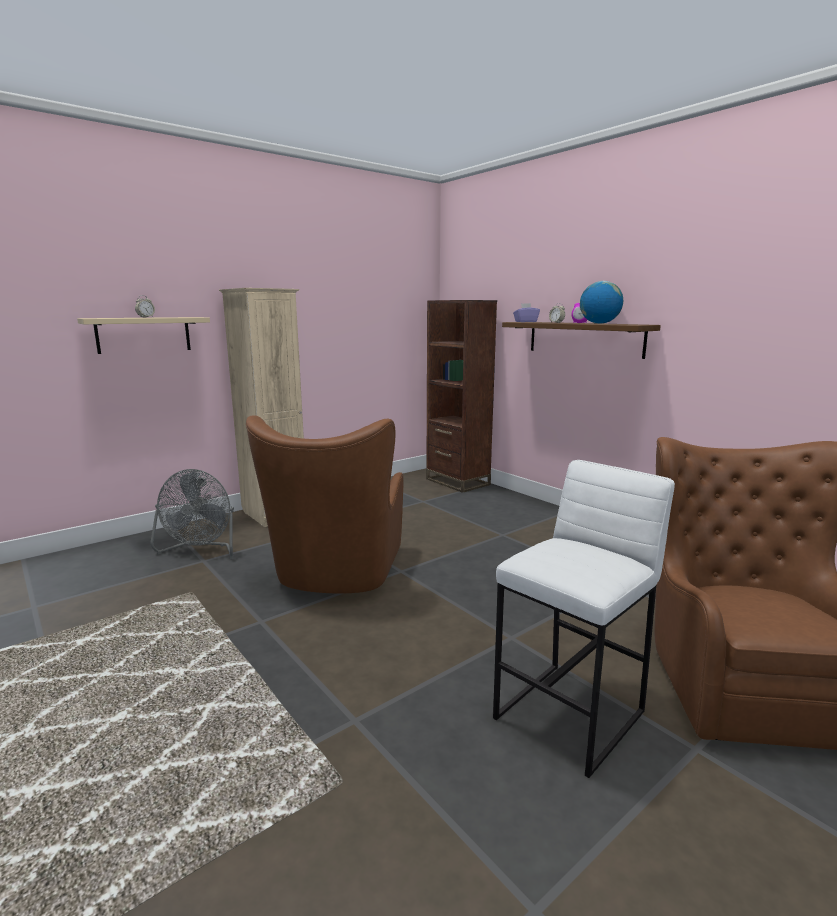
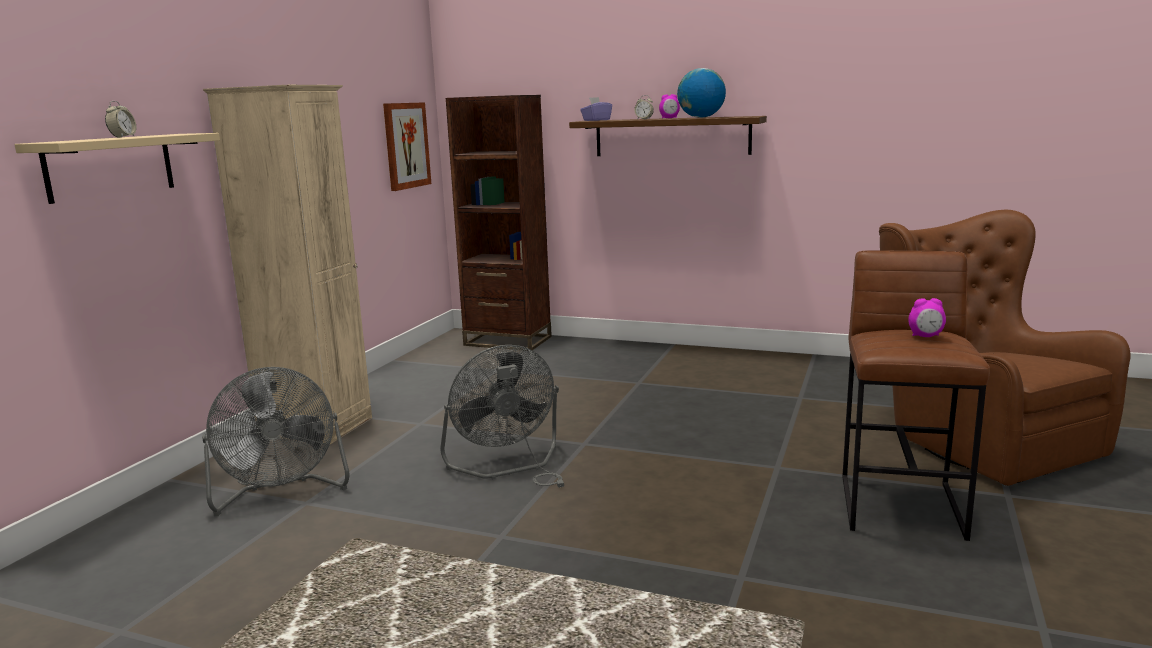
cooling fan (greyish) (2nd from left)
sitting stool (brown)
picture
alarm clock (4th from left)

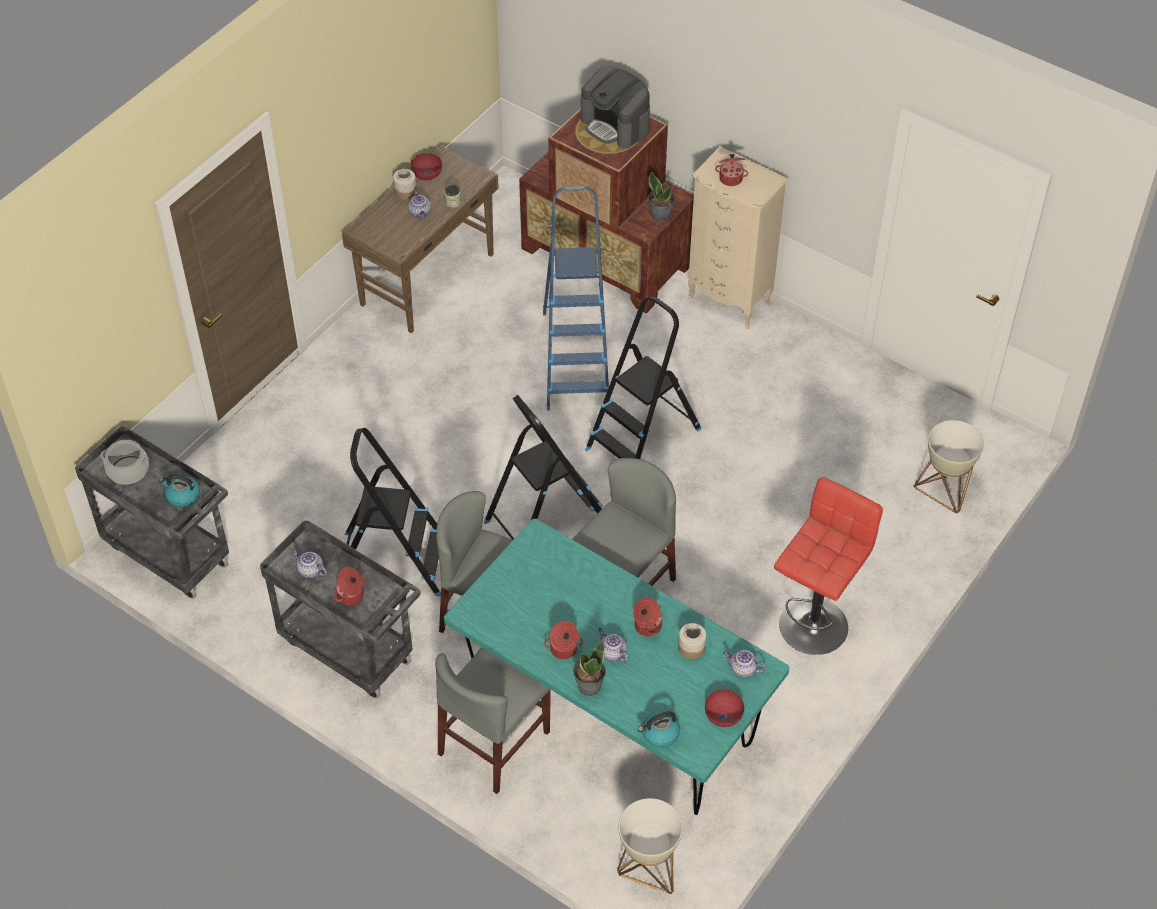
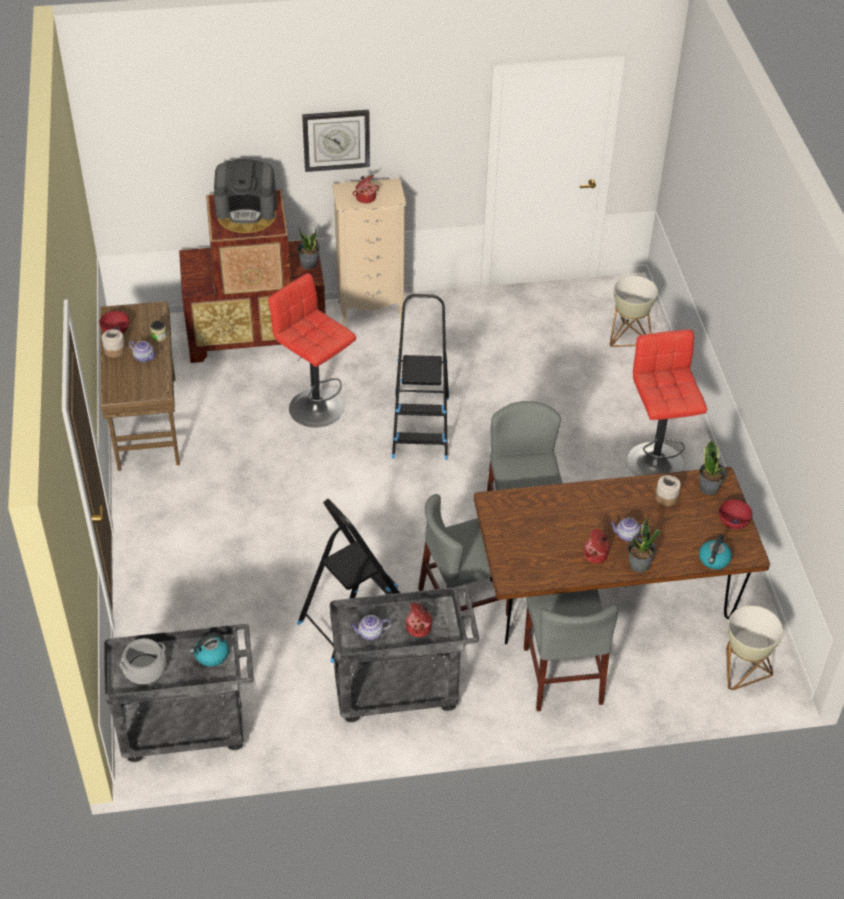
dining table (brown)
step stool (black) (2nd from left in the first image)
sitting stool (red) (1st from left)
saucepot (4th from left in the first image)
houseplant (3rd from left)
clock on the wall

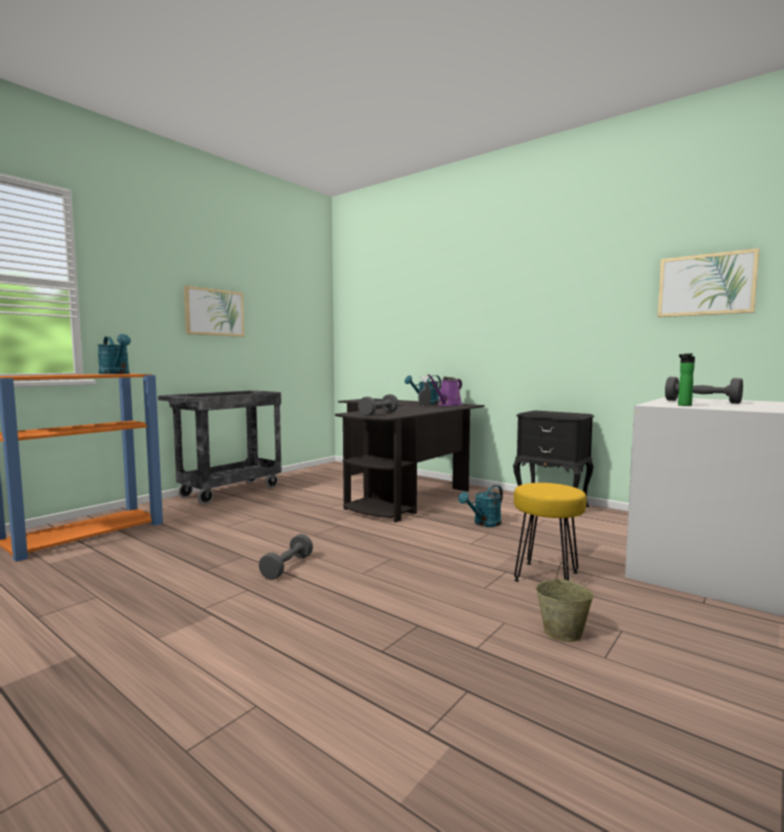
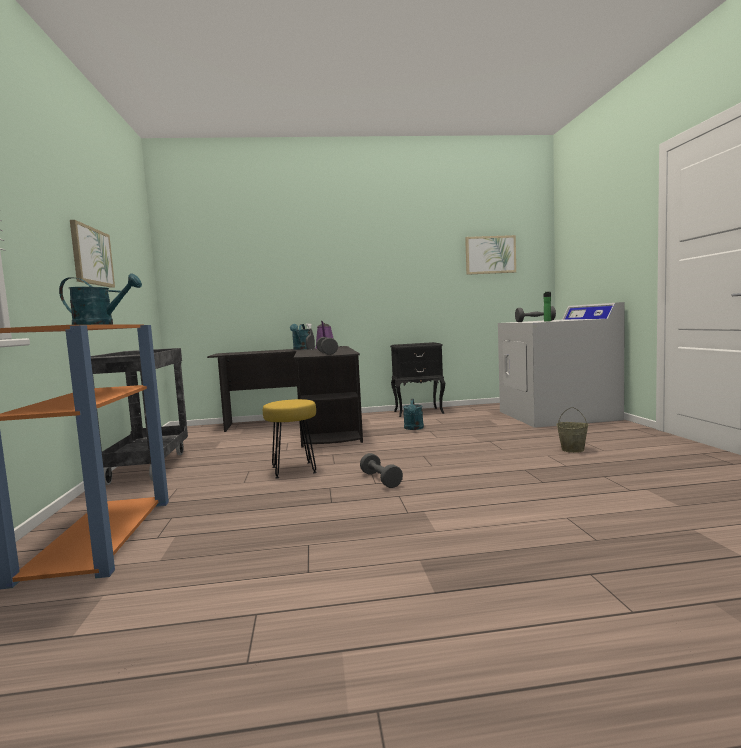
sitting stool (yellowish)

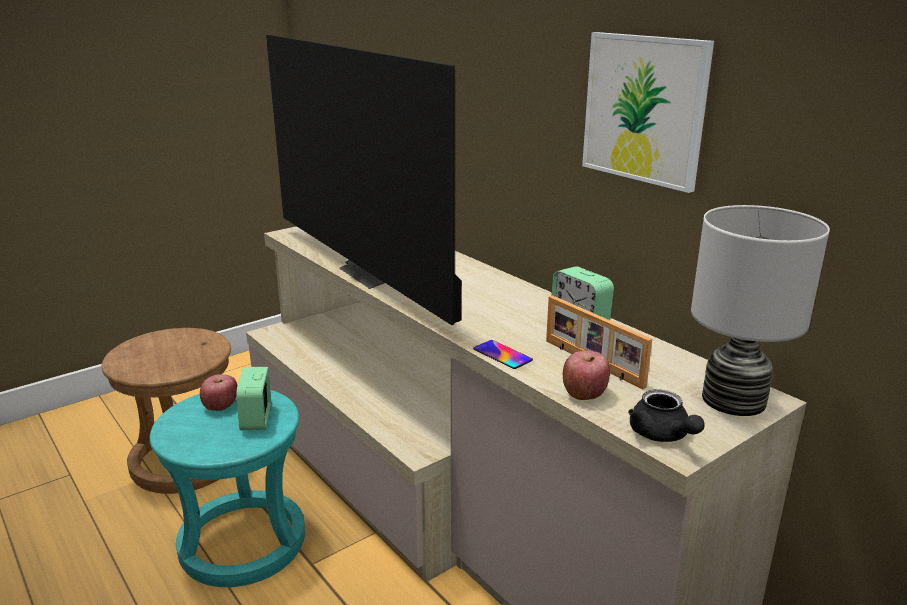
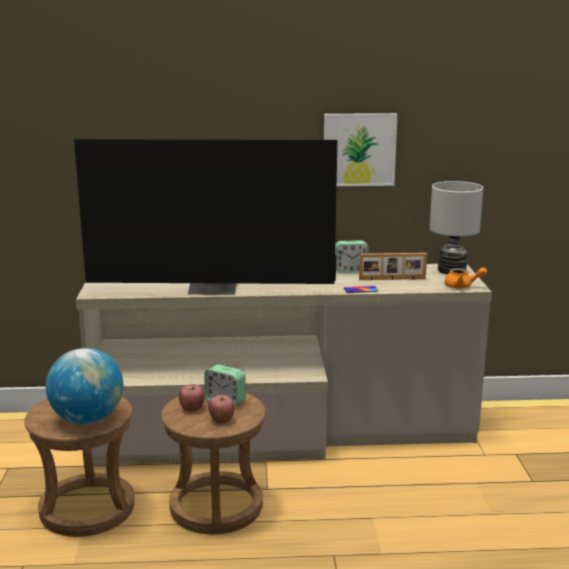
sitting stool (brown) (2nd from left)
whole apple (2nd from left)
pot for tea (orange)
desk globe

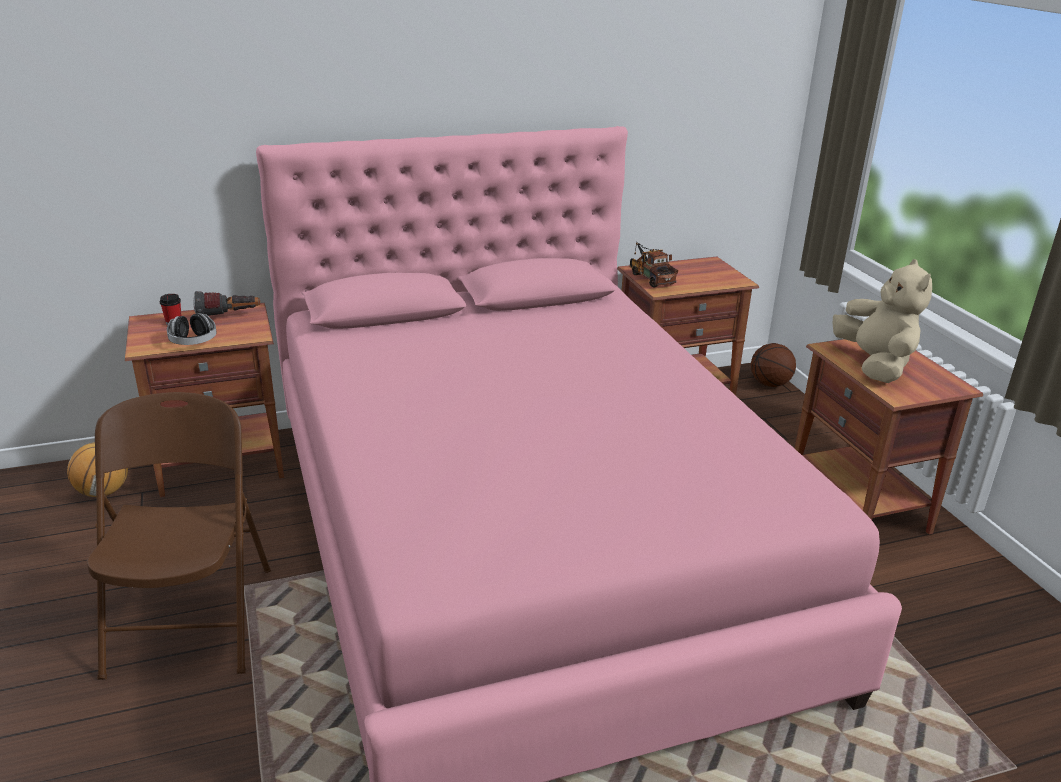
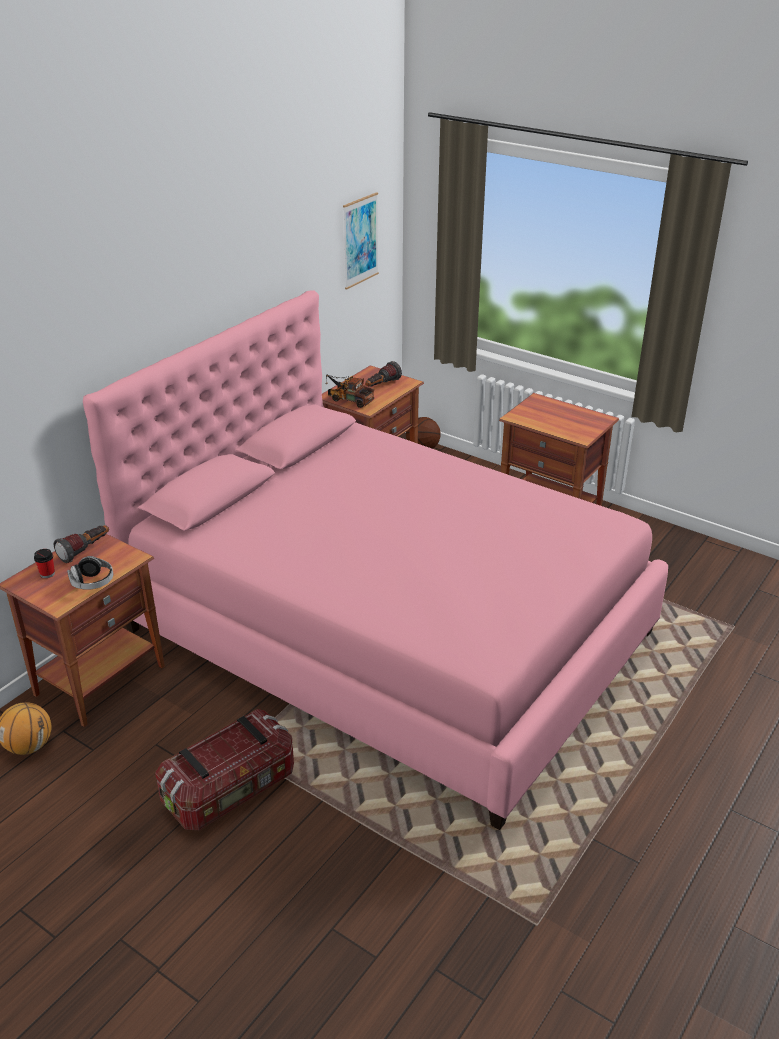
storage container
soft toy (sand-coloured)
picture
flashlight (2nd from left)

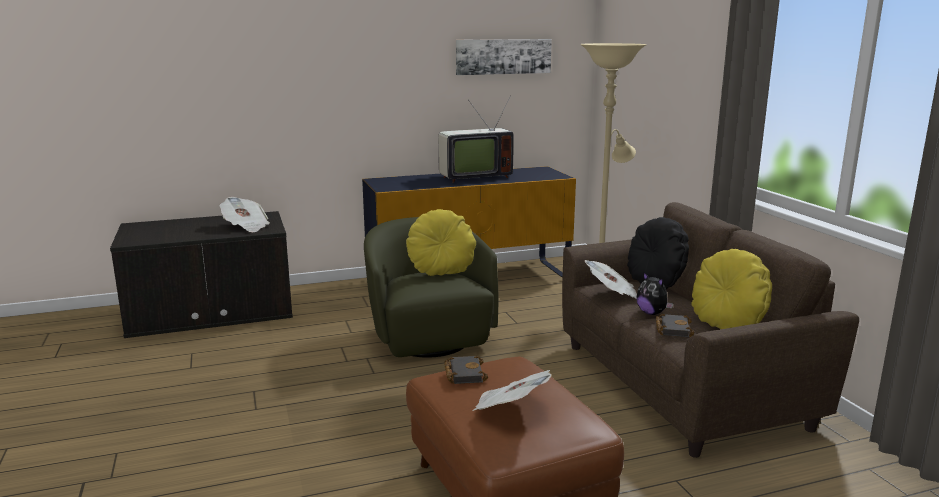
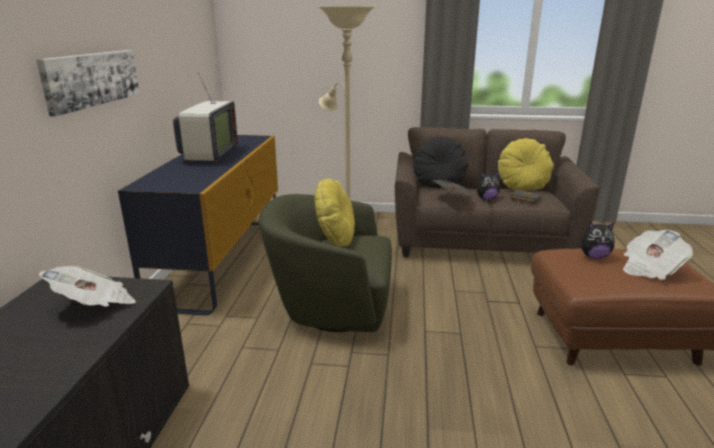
book (black) (1st from left in the first image)
picture
soft toy (2nd from left)

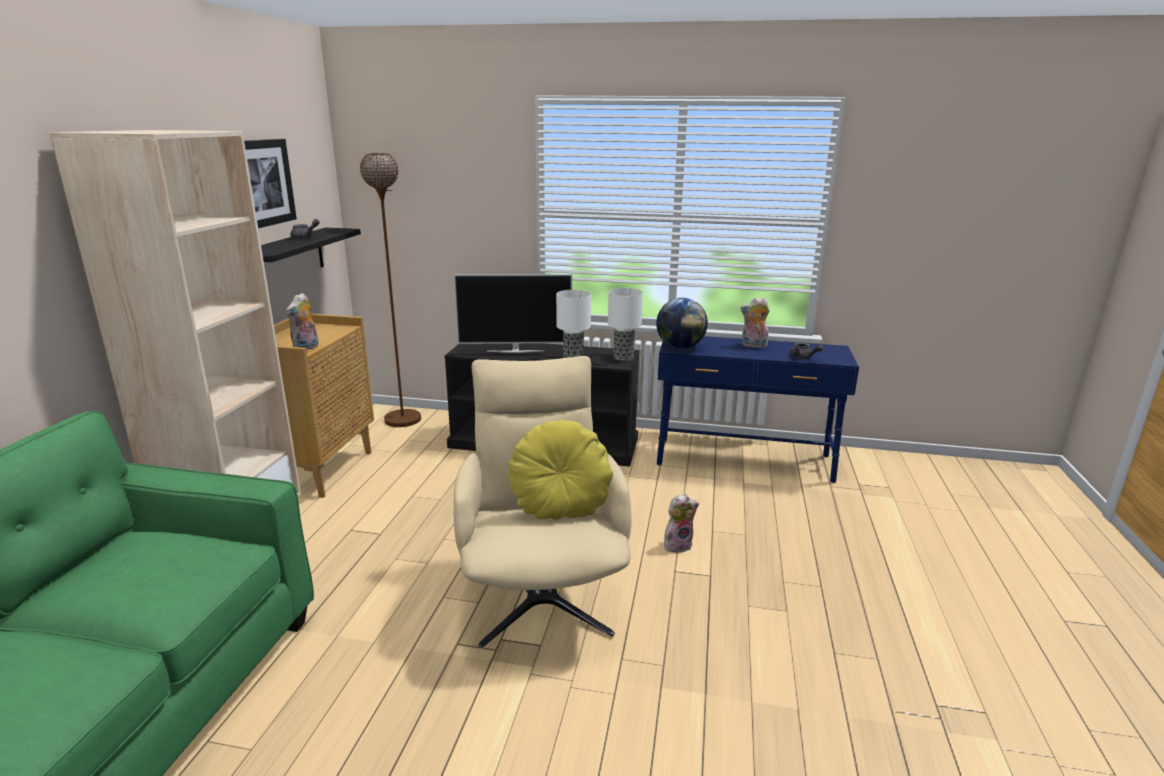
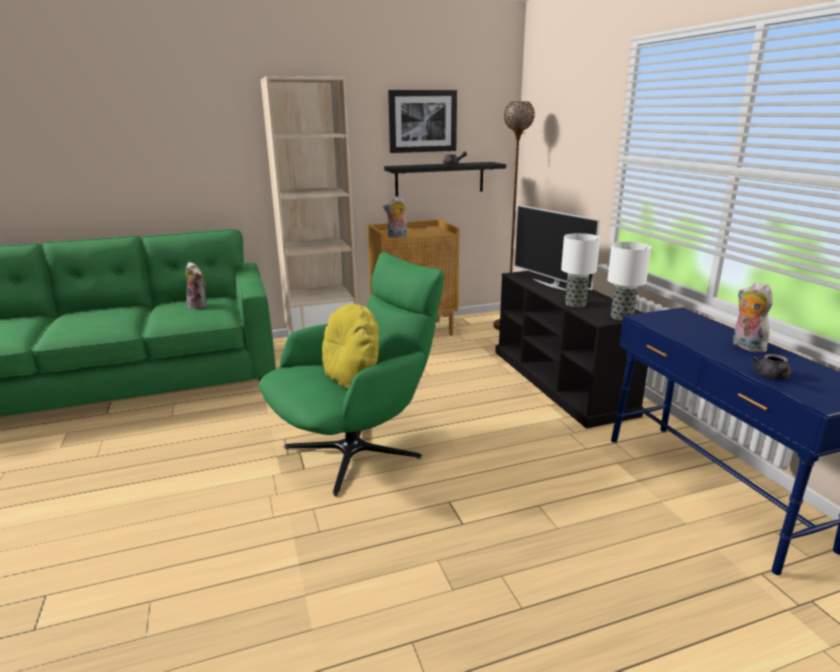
easy chair (green)
desk globe
soft toy (1st from left)

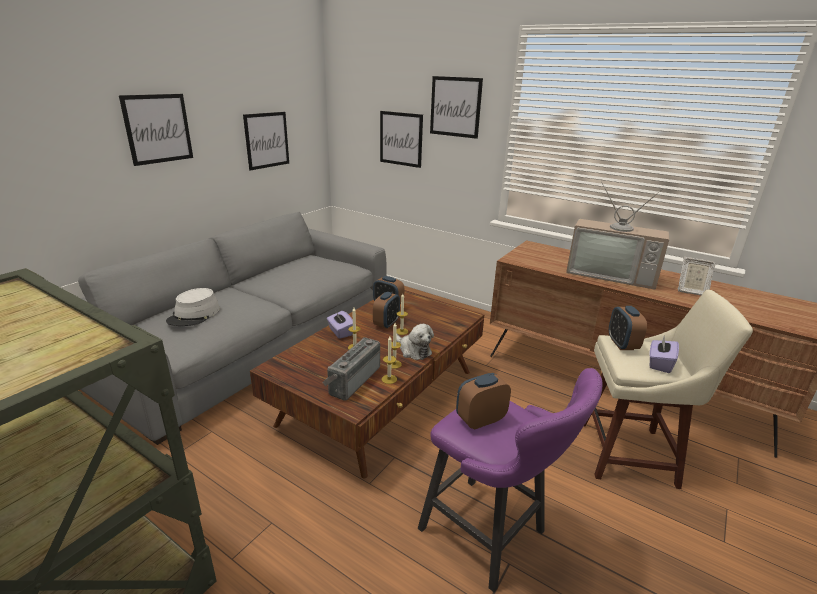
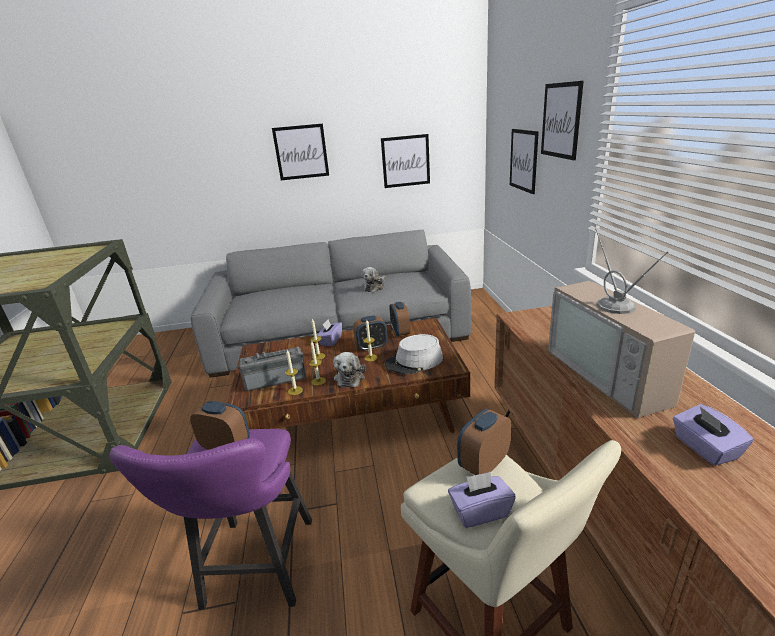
clothing hat (greyish)
box of tissues (purple) (3rd from left)
soft toy (2nd from left)

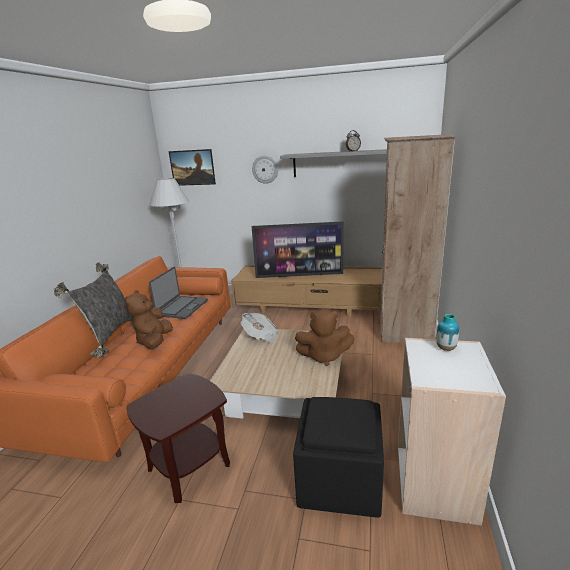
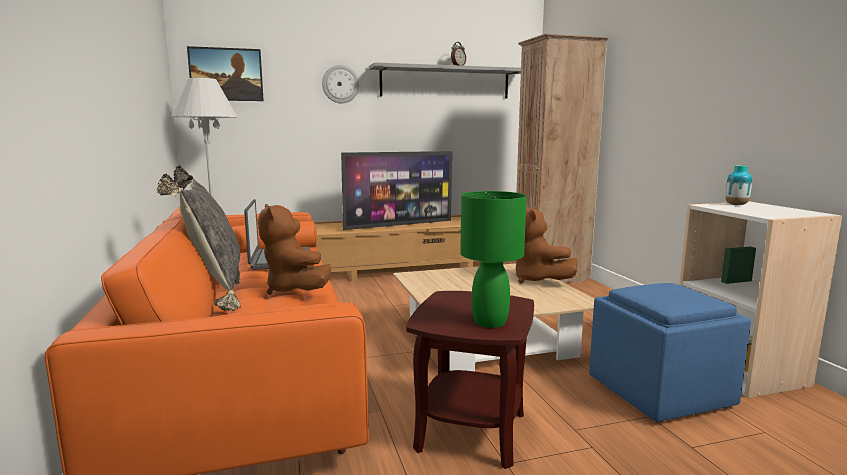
daily paper
footrest (blue)
soft toy (brown) (2nd from left)
tabletop lamp (green)

